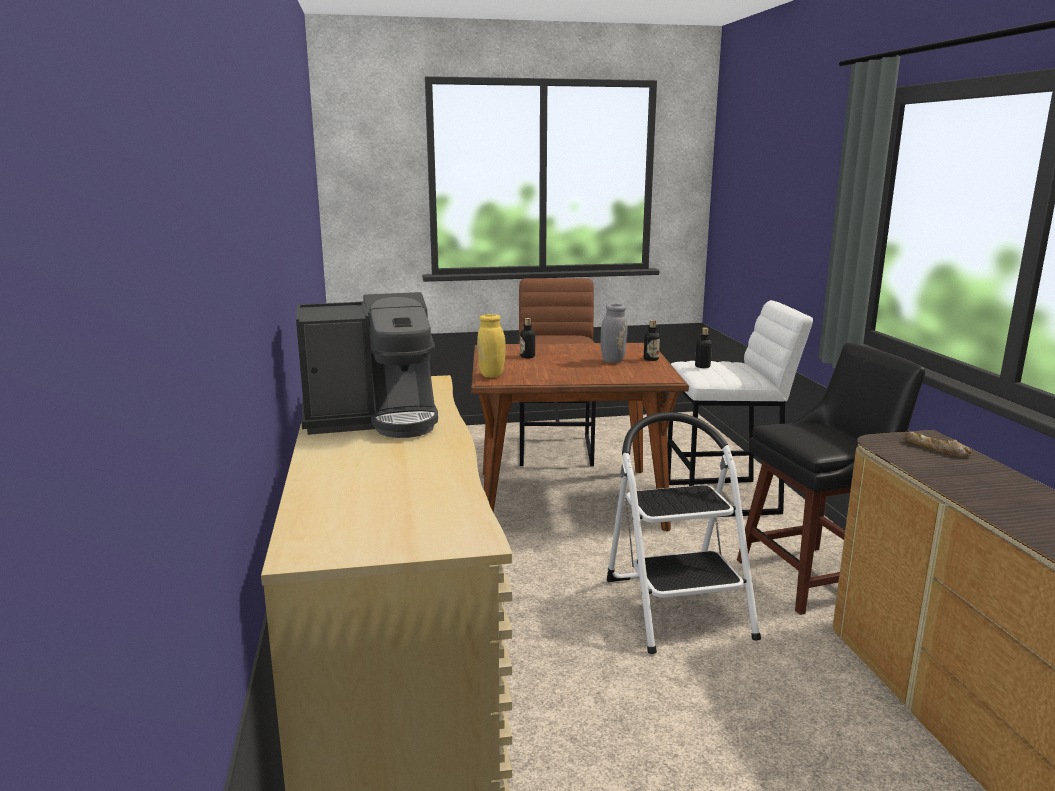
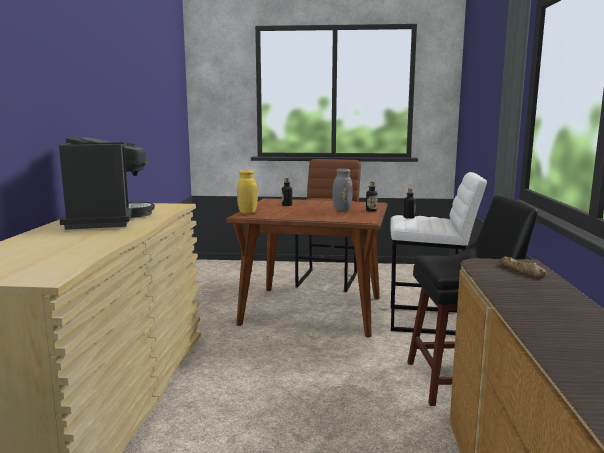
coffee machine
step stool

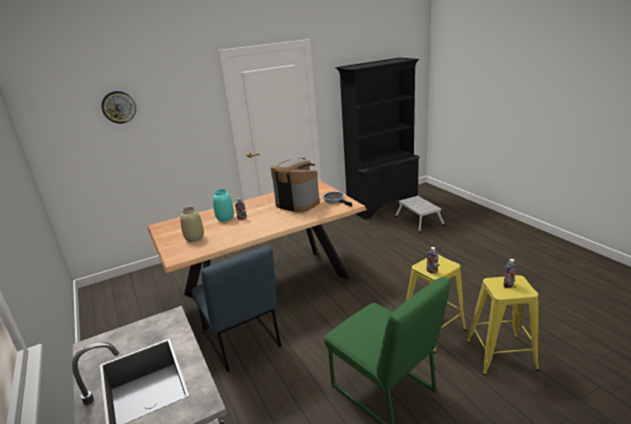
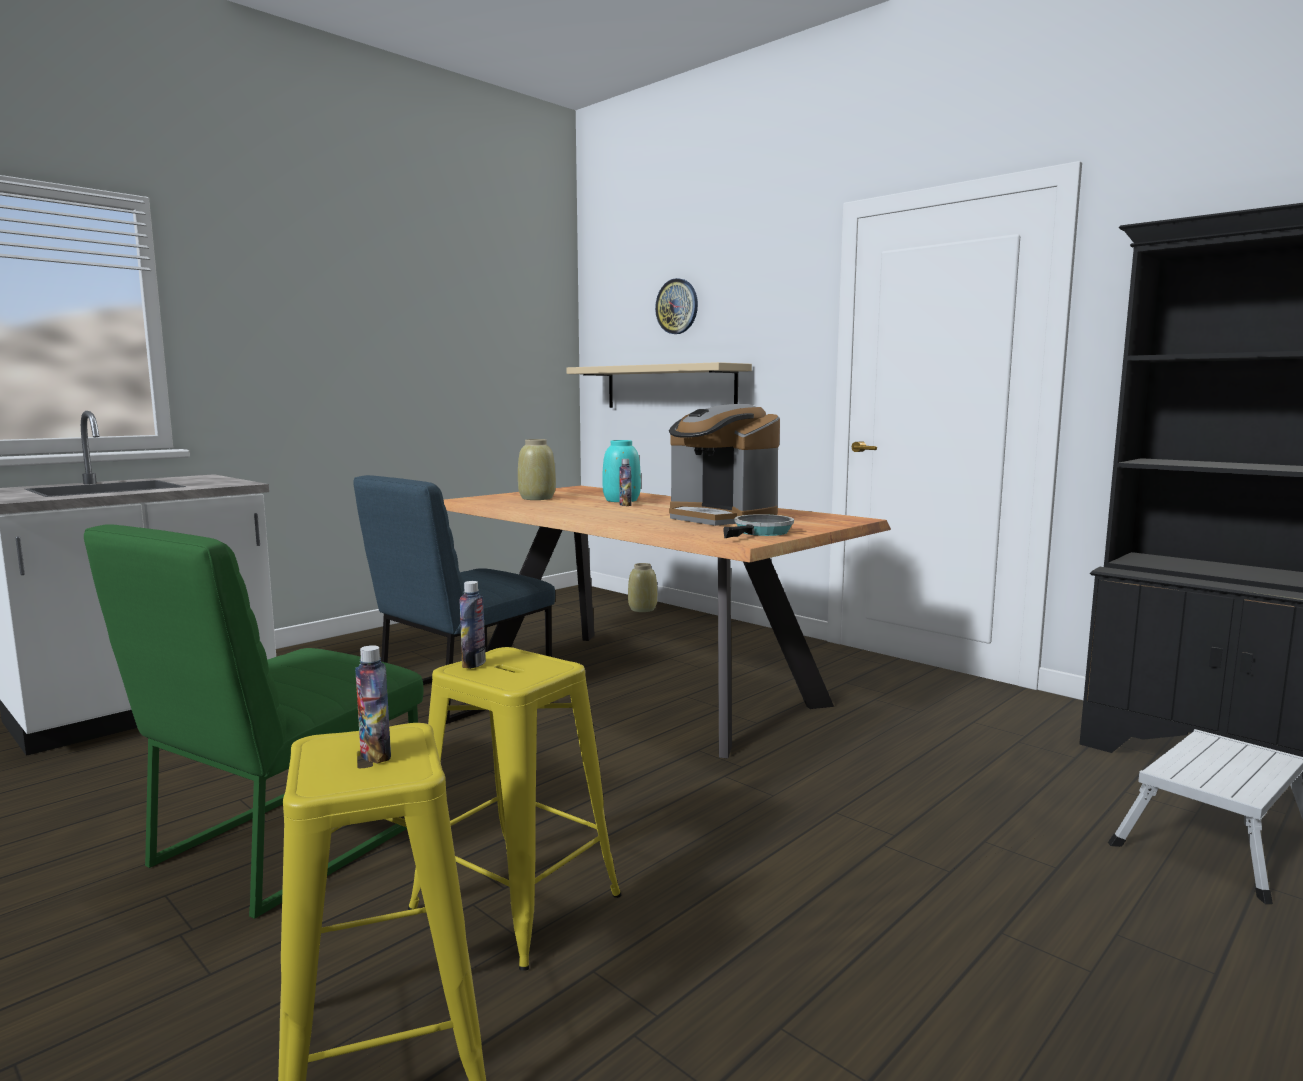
coffee machine
bracket shelf (sand-coloured)
vase (sand-coloured) (2nd from left)

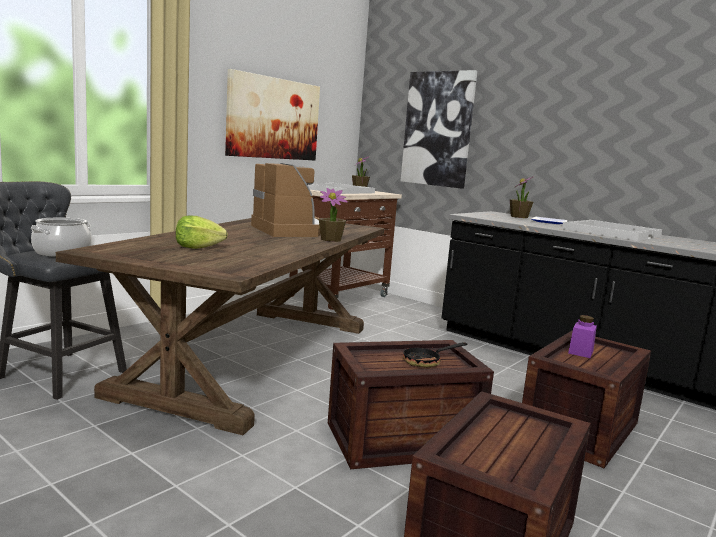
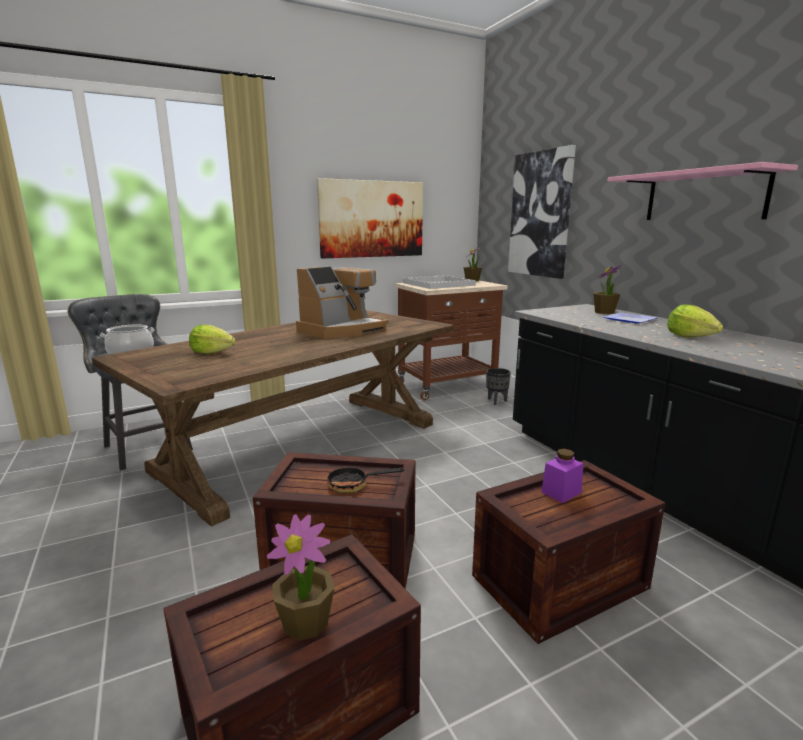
coffee machine
houseplant (1st from left)
lettuce head (2nd from left)
plant pot (black)
bracket shelf (pink-coloured)

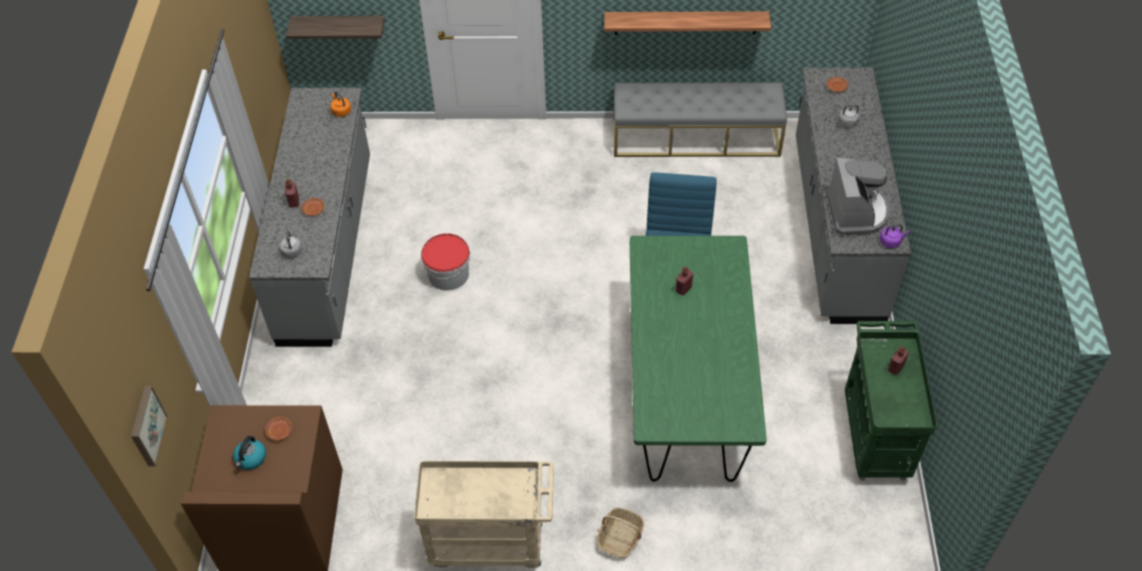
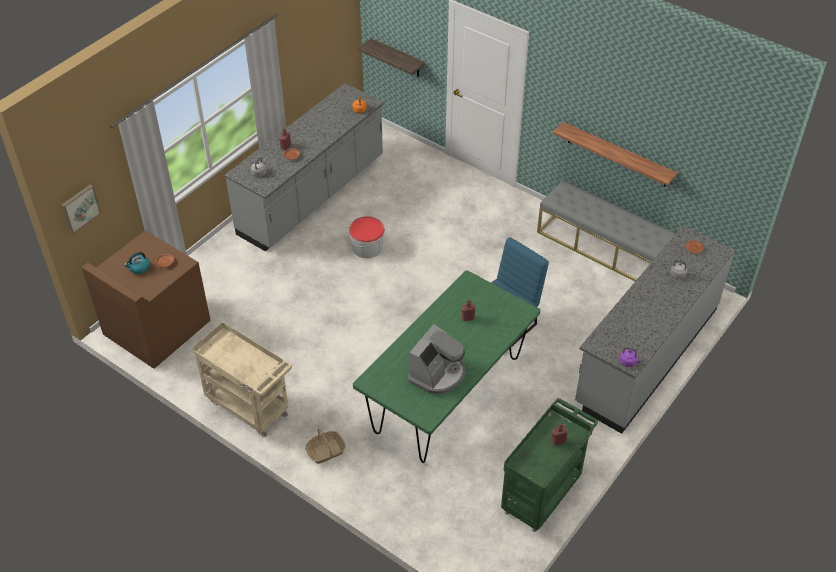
coffee machine

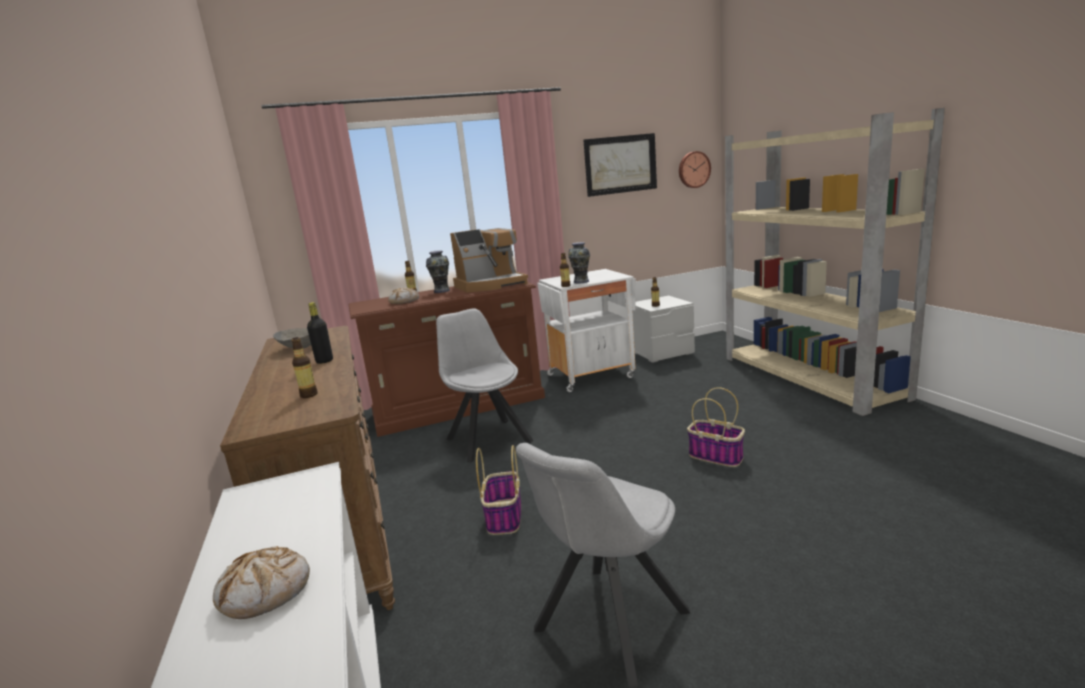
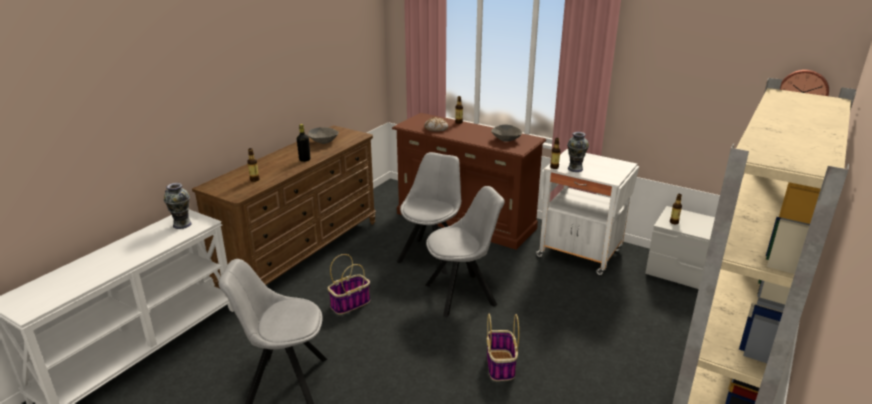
baked bread (1st from left in the first image)
vase (1st from left)
deep dish (greyish) (2nd from left)
picture
upright chair (greyish) (3rd from left)

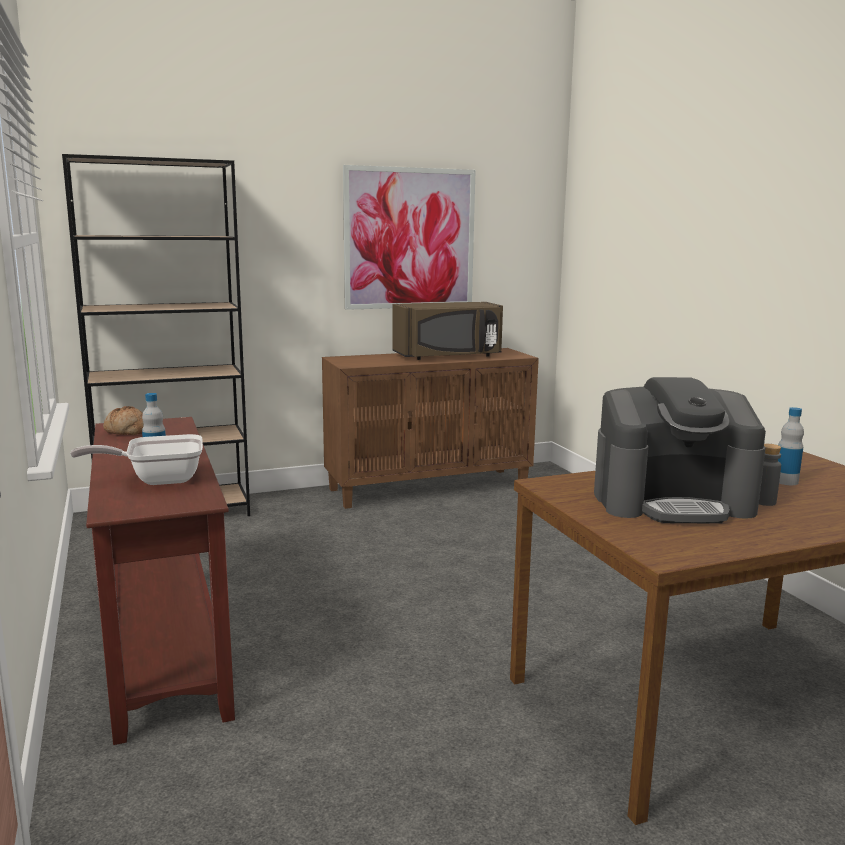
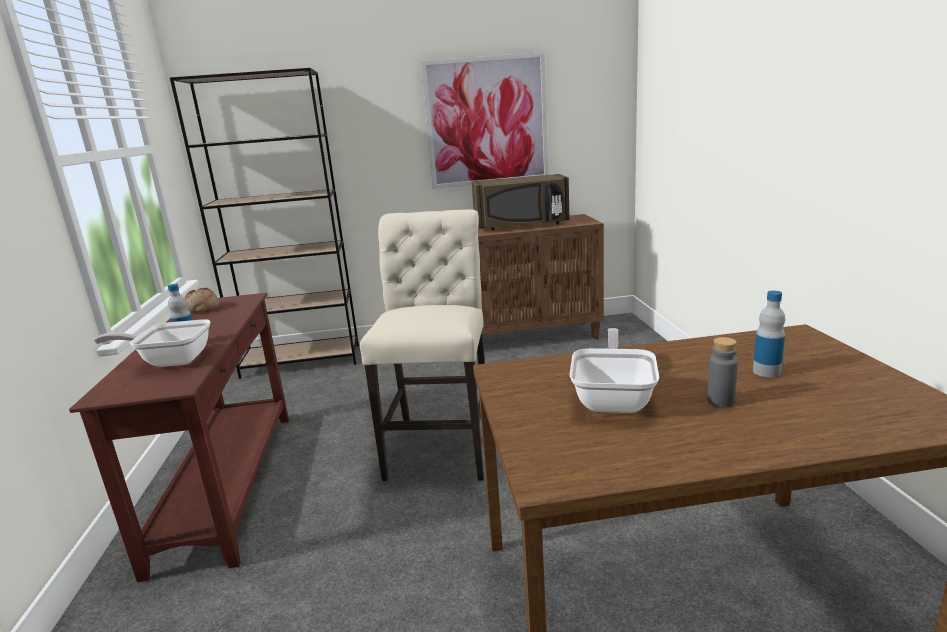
pan (2nd from left)
sitting stool (sand-coloured)

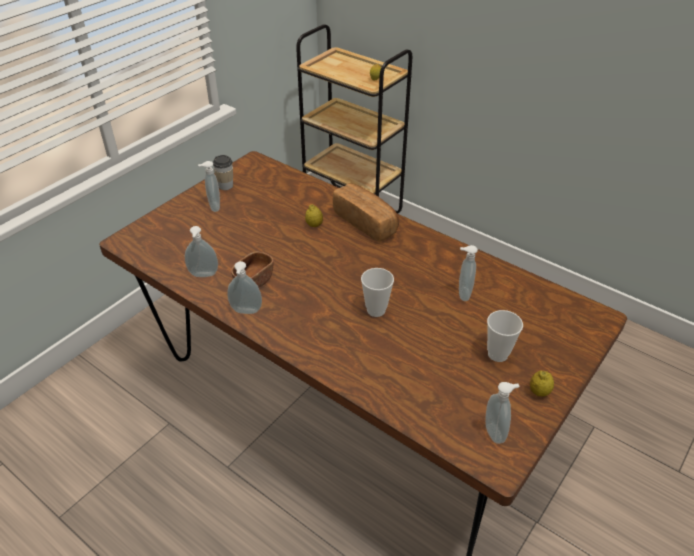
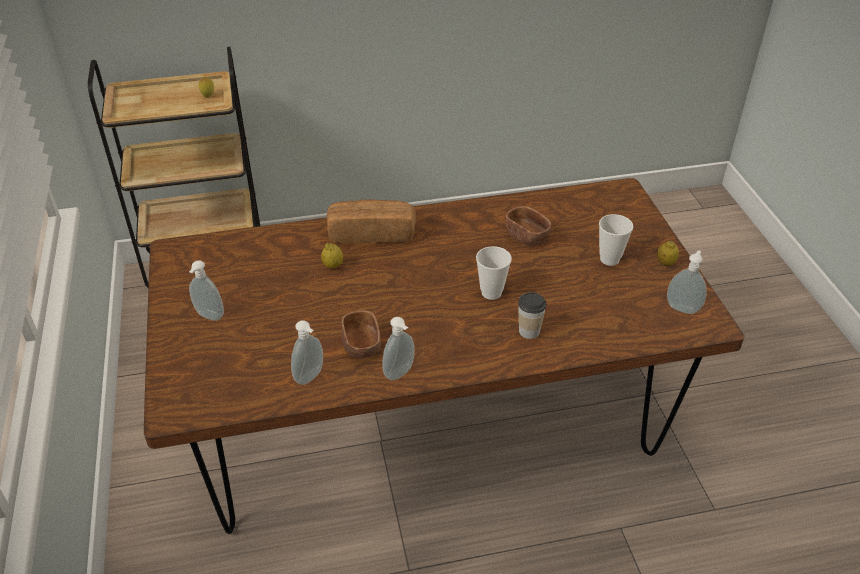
small cup (2nd from left)
deep dish (brown) (2nd from left)

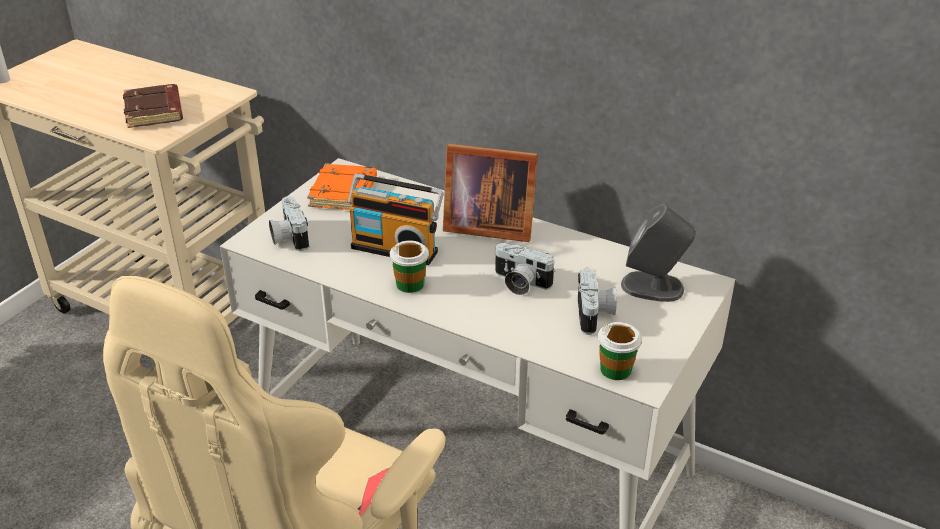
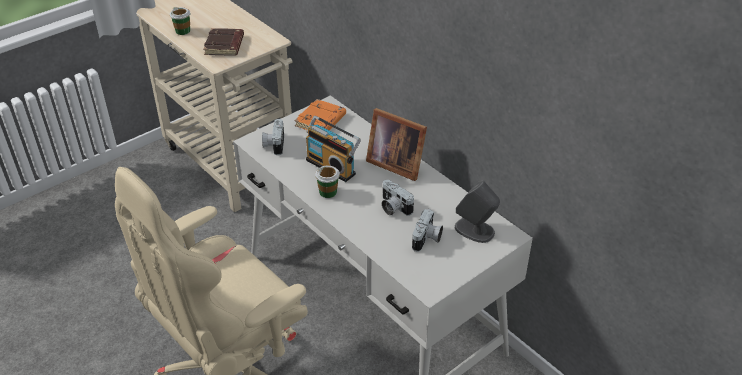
small cup (1st from left)

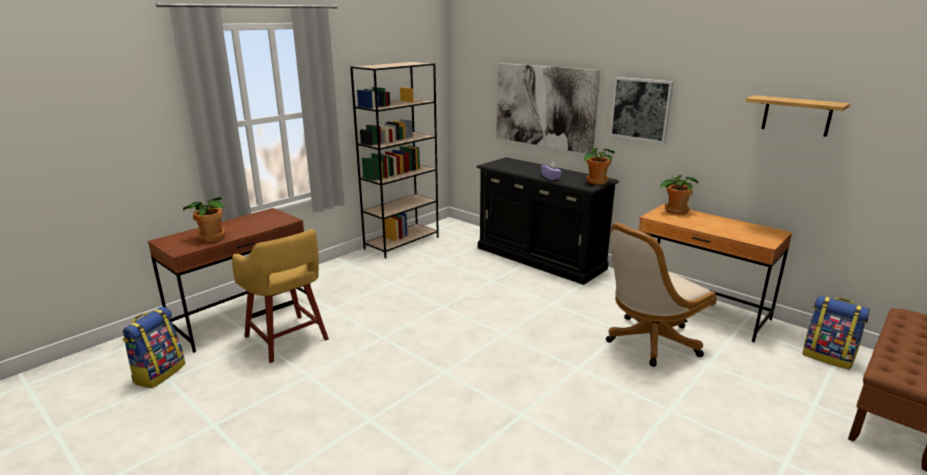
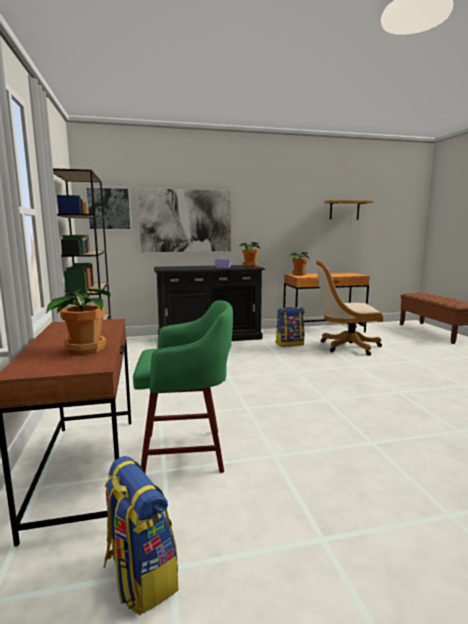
sitting stool (green)
computer chair
picture (1st from left)
backpack (2nd from left)

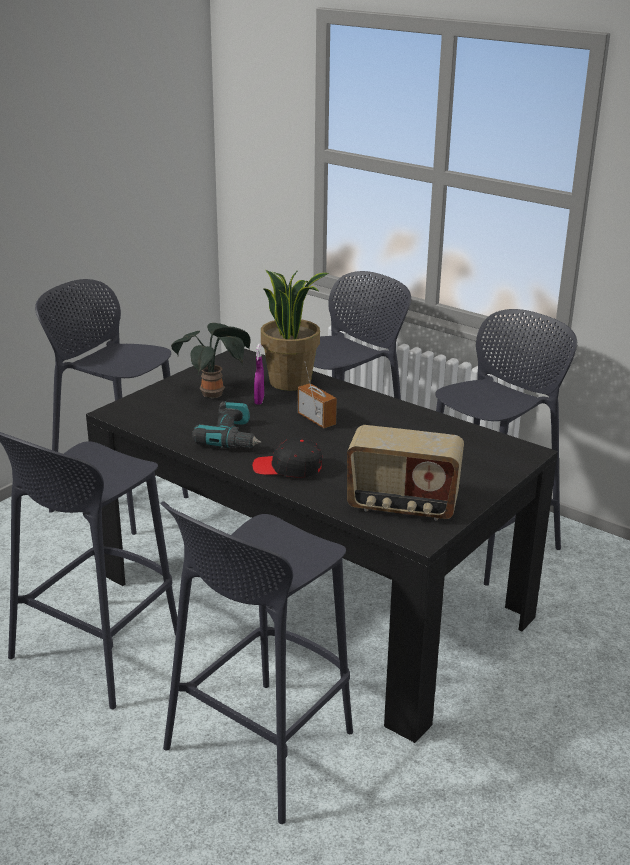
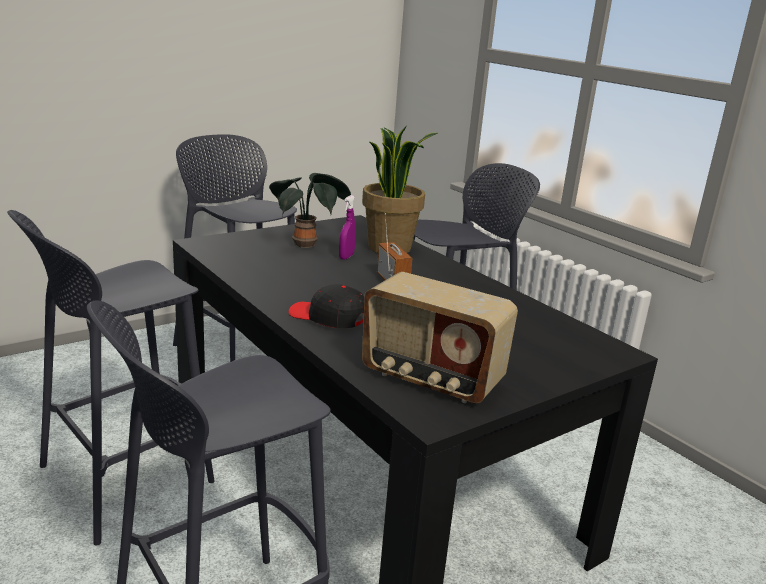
electric drill
sitting stool (greyish) (5th from left in the first image)

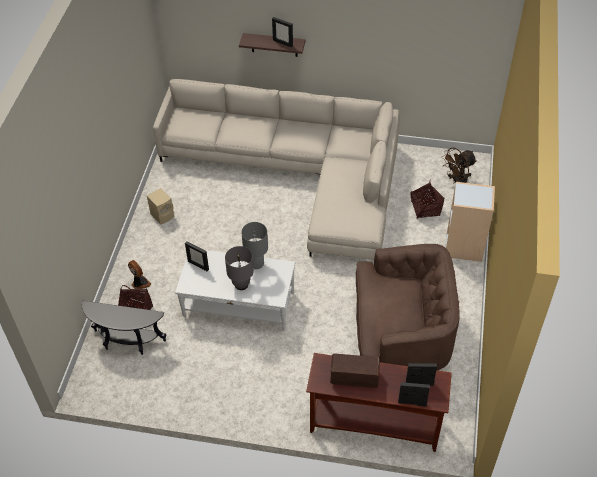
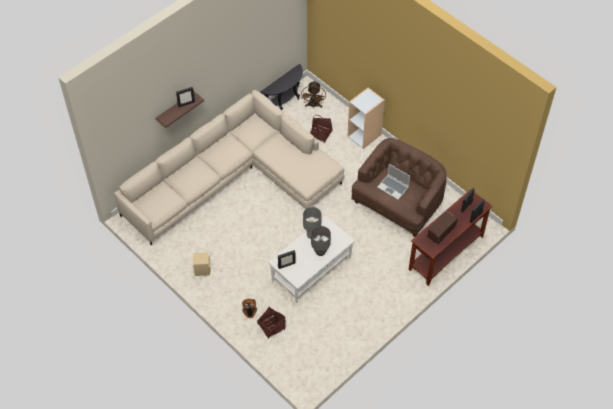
accent table (black)
notebook computer

